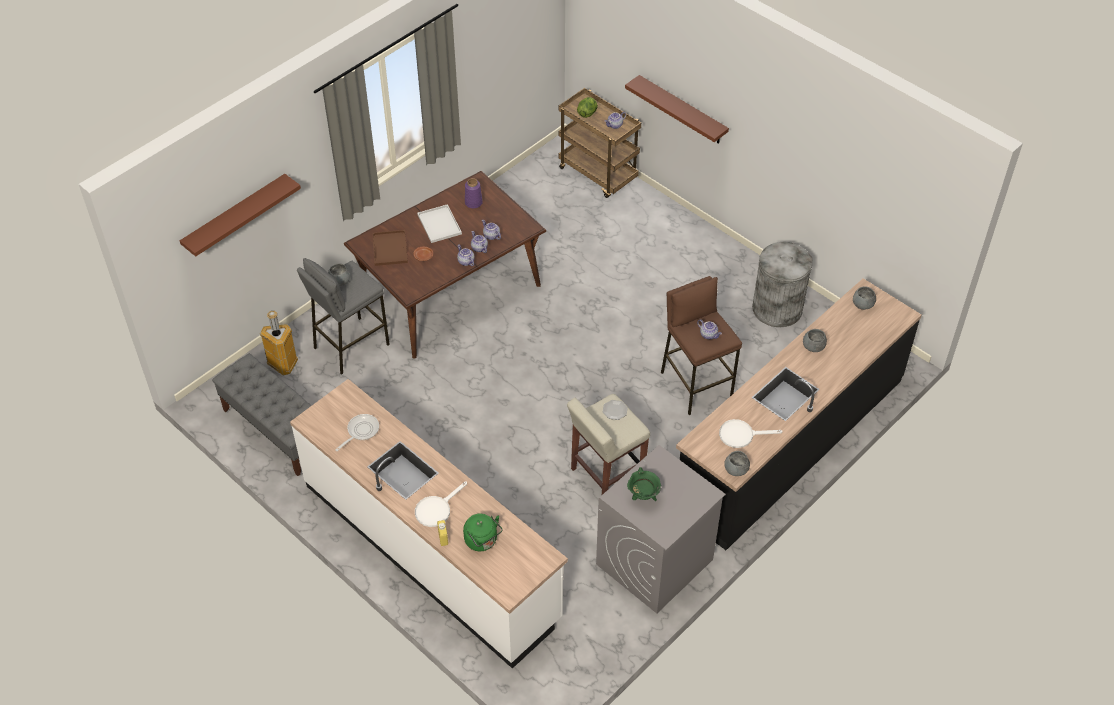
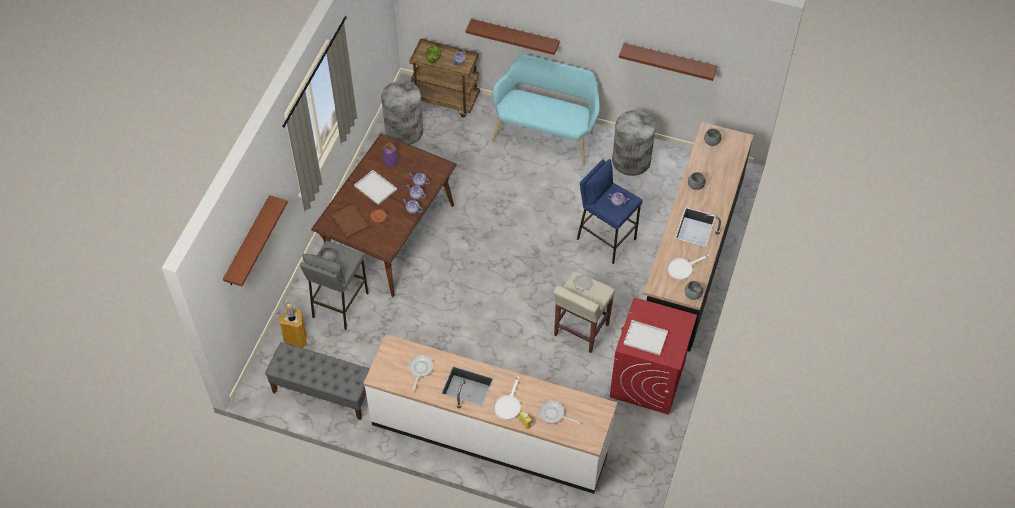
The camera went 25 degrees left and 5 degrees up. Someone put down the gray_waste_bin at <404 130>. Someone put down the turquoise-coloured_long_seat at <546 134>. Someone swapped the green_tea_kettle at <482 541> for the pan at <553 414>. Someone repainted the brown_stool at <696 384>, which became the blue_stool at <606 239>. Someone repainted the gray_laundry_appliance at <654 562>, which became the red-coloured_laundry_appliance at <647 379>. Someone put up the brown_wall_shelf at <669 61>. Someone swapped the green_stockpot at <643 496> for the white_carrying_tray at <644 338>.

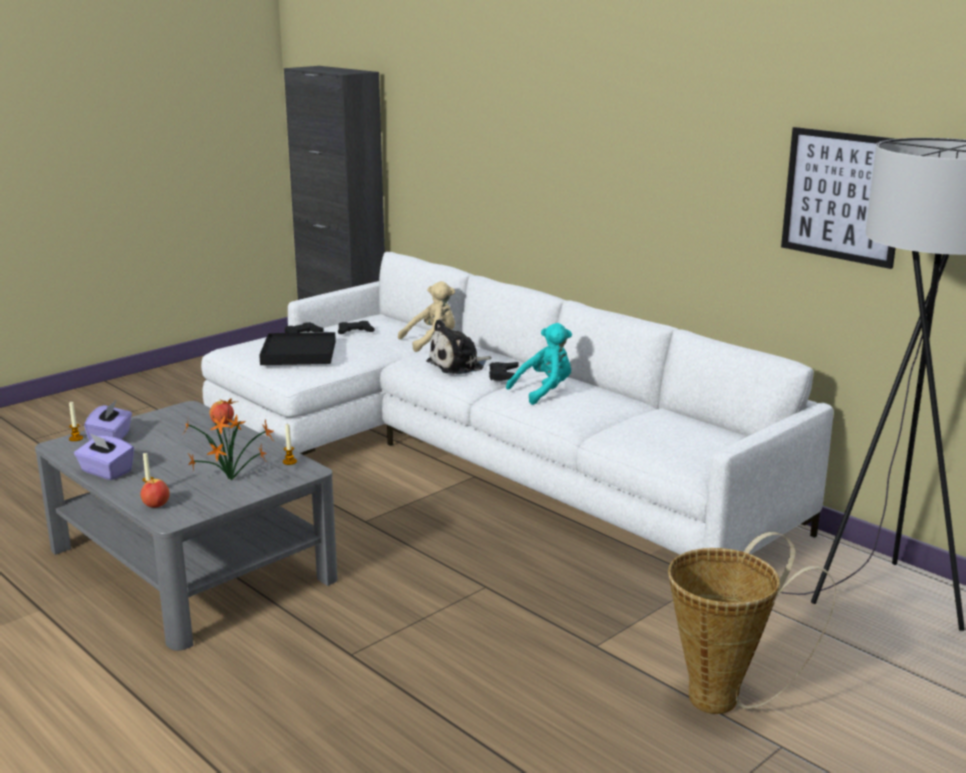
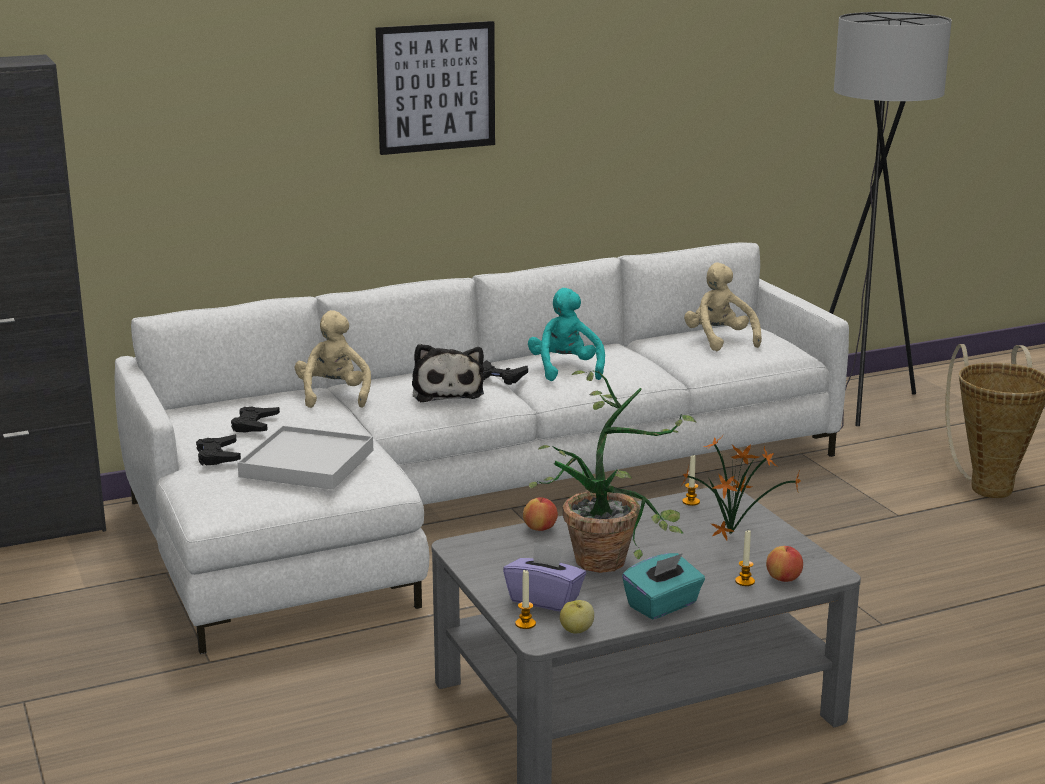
The camera went 70 degrees left and 0 degrees up. Someone repainted the black-coloured_carrying_tray at <299 353>, which became the white_carrying_tray at <307 463>. Someone carried the wall_picture from <842 196> to <436 87>. Someone put down the houseplant at <613 558>. Someone put down the apple_fruit at <576 631>. Someone repainted the purple-coloured_box_of_tissues at <106 472>, which became the turquoise-coloured_box_of_tissues at <663 605>. Someone put down the beige_soft_toy at <719 340>.

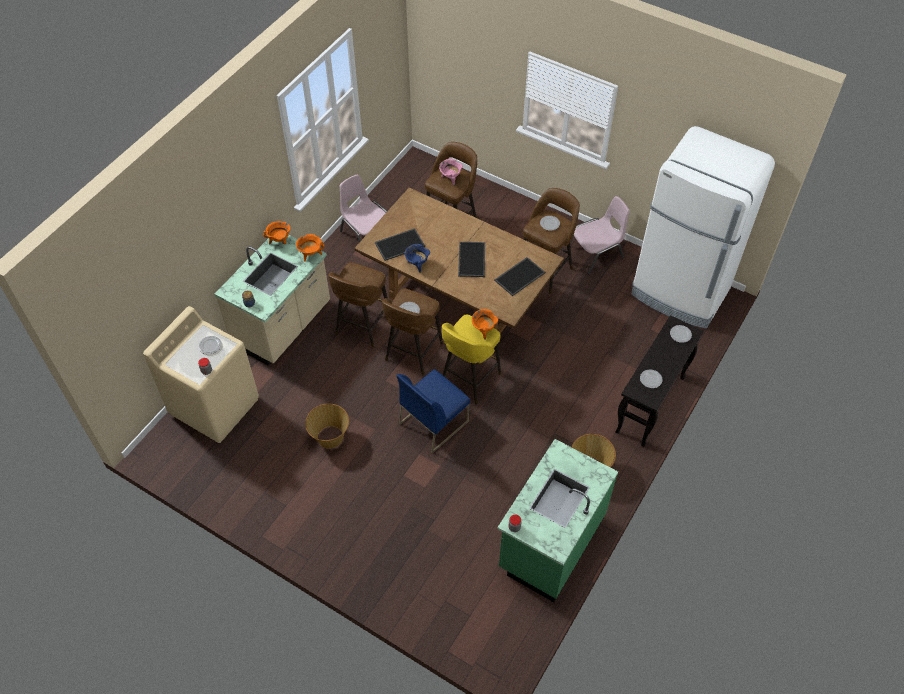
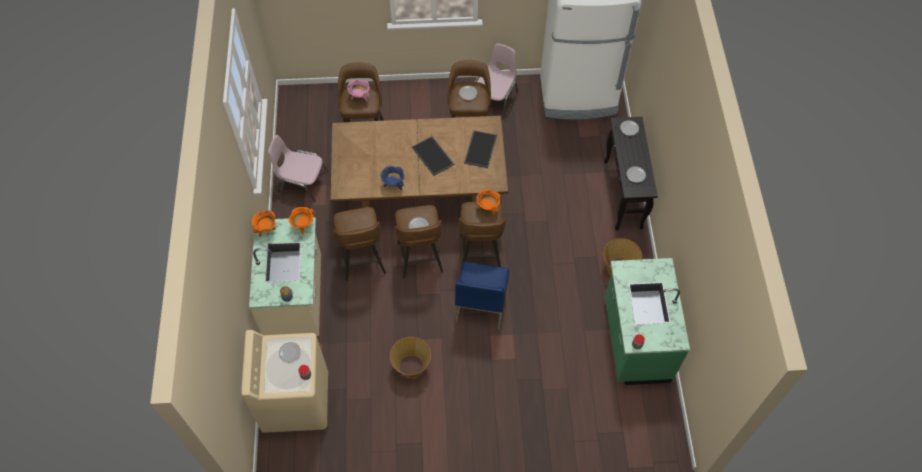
The camera went 35 degrees left and 5 degrees up. Someone repainted the yellowish_stool at <469 380>, which became the brown_stool at <480 254>. Someone took away the carrying_tray at <400 244>.

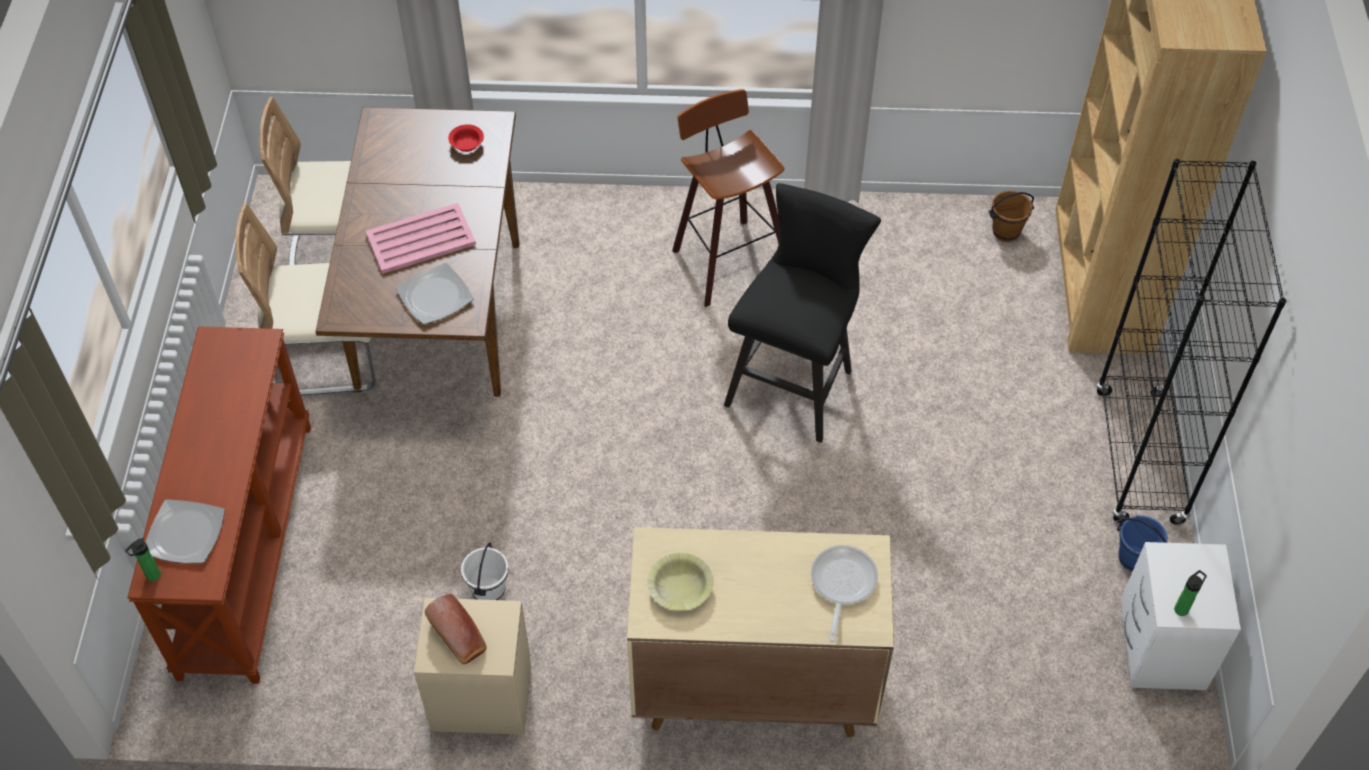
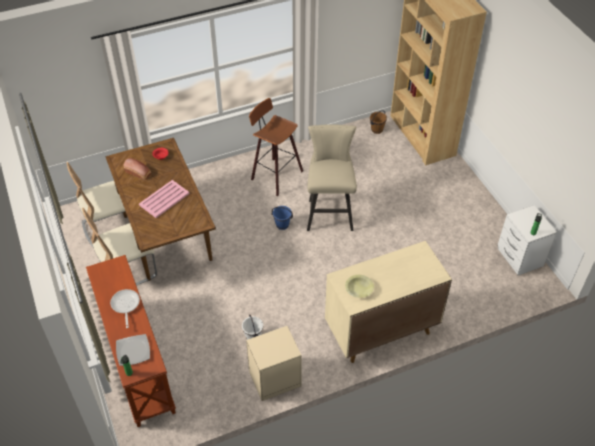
The camera went 25 degrees left and 5 degrees down. Someone carried the pan from <841 584> to <125 305>. Someone carried the bakery_bread from <459 638> to <139 173>. Someone carried the blue_pail from <1134 558> to <282 225>. Someone repainted the black-coloured_stool at <794 382>, which became the beige_stool at <329 212>. Someone took away the flat_dish at <435 295>. Someone took away the black-coloured_bookcase at <1138 457>.

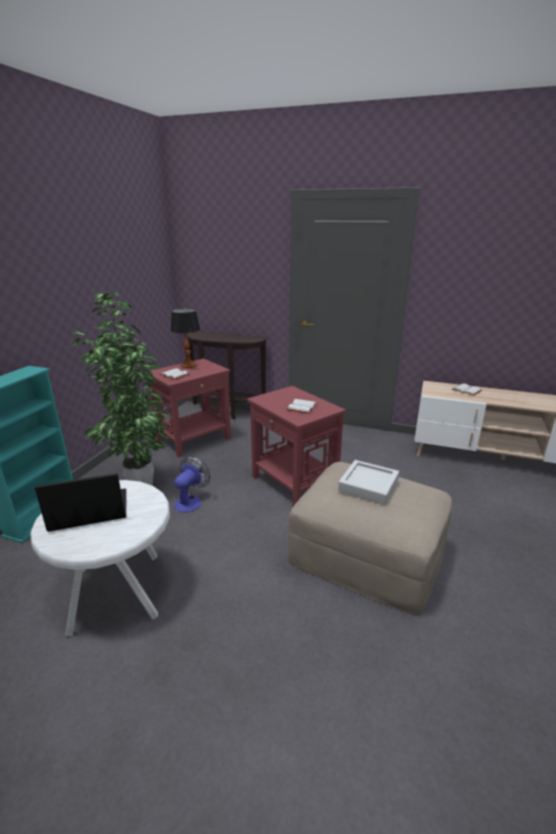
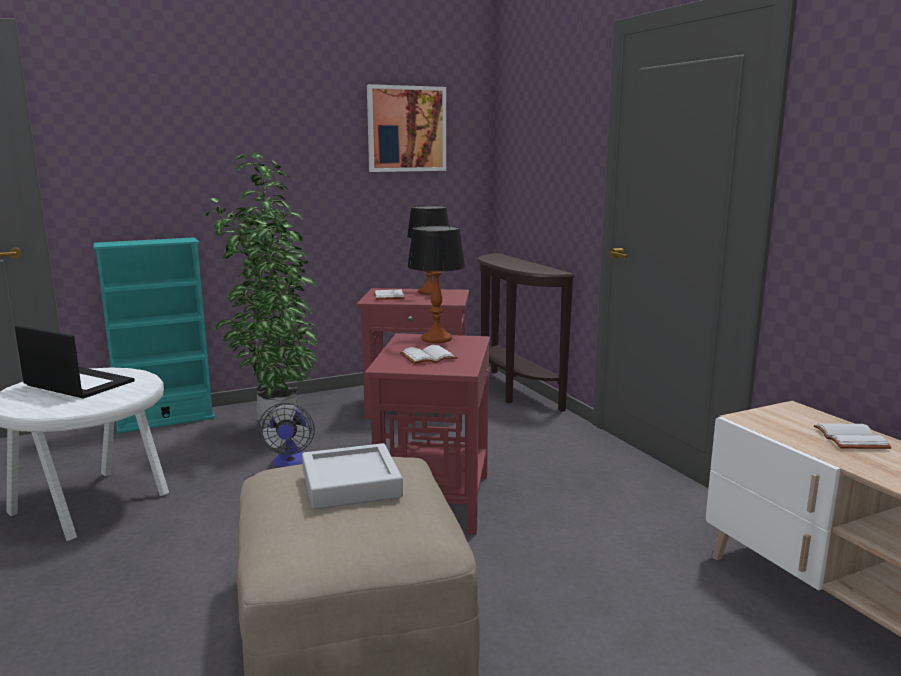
The camera went 45 degrees right and 10 degrees down. Someone rotated the electric_fan at <191 501> by 105 degrees clockwise. Someone put up the wall_picture at <406 129>. Someone put down the table_lamp at <437 339>.

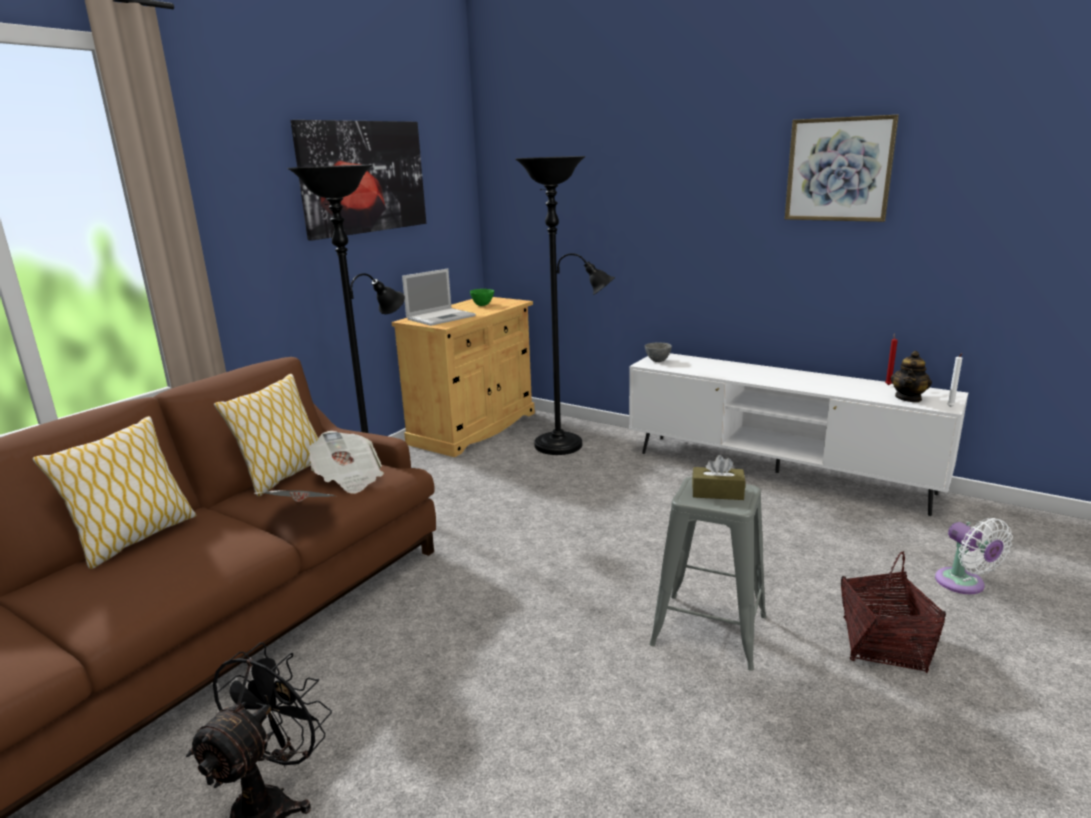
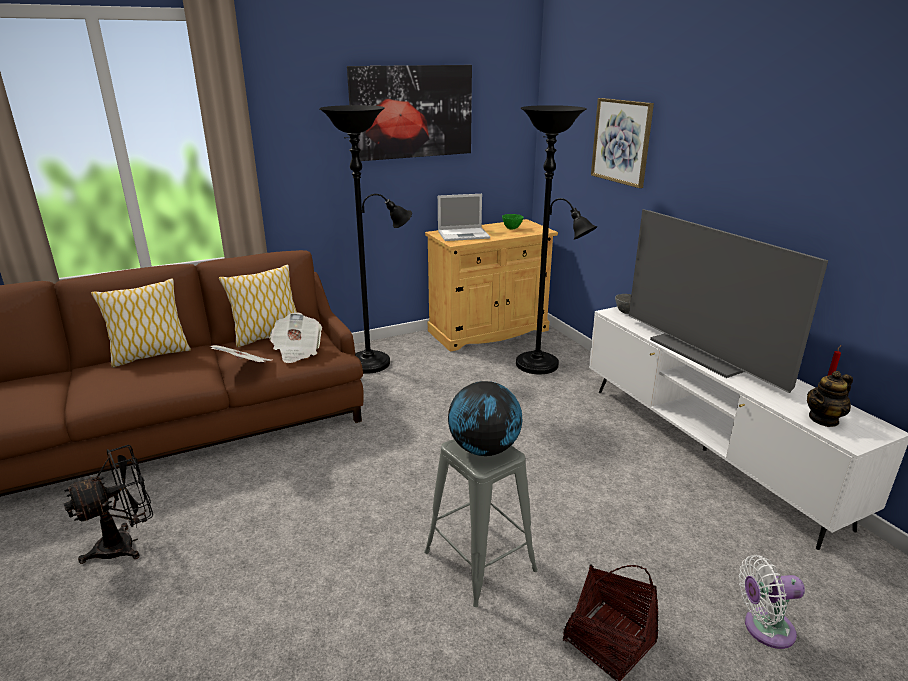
The camera went 30 degrees right and 5 degrees up. Someone swapped the brown_box_of_tissues at <717 493> for the world_globe at <484 449>. Someone carried the wall_picture from <839 169> to <621 141>. Someone put down the TV_set at <703 353>. Someone rotated the white_electric_fan at <963 584> by 75 degrees clockwise. Someone took away the white_wax_candle at <950 407>.

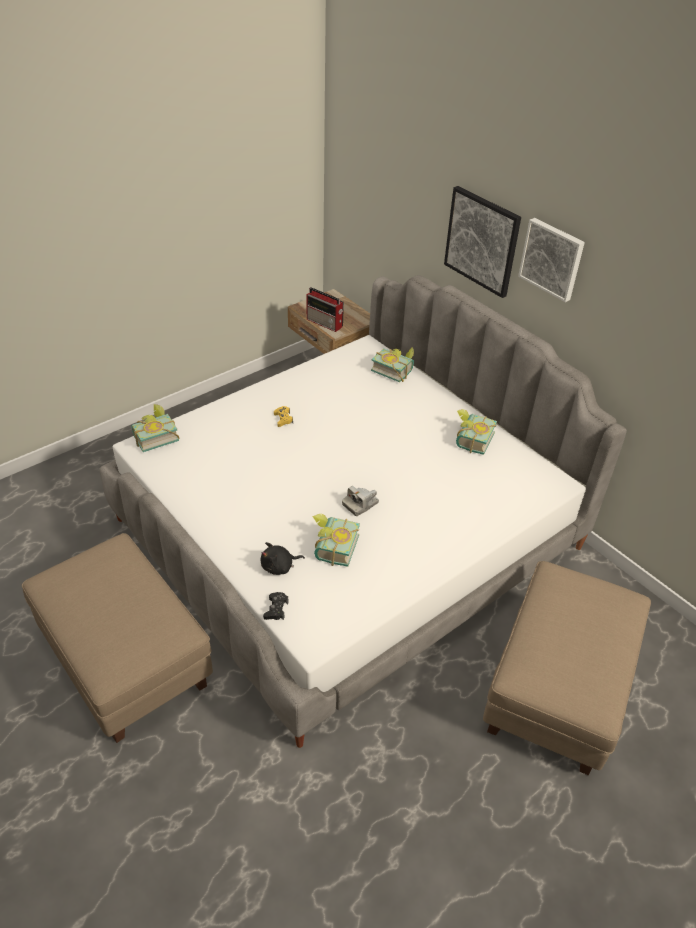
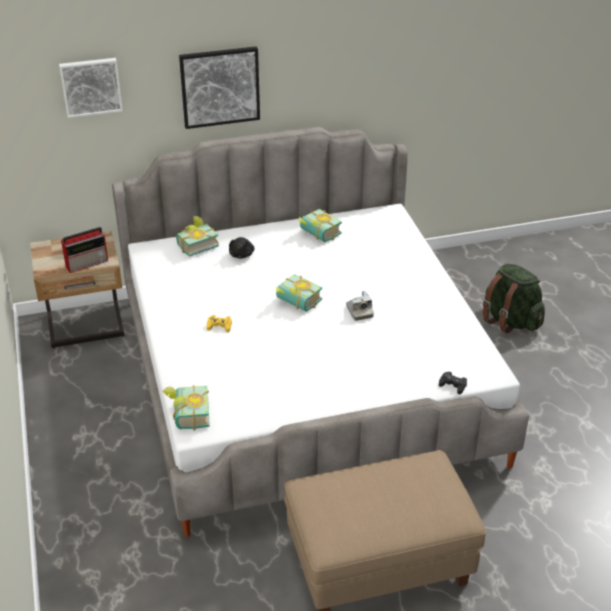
The camera went 65 degrees left and 5 degrees down. Someone carried the wall_picture from <552 259> to <91 86>. Someone carried the black-coloured_soft_toy from <279 566> to <242 254>. Someone carried the volume from <332 547> to <296 303>. Someone swapped the beige_pouffe at <556 688> for the green_backpack at <510 320>.

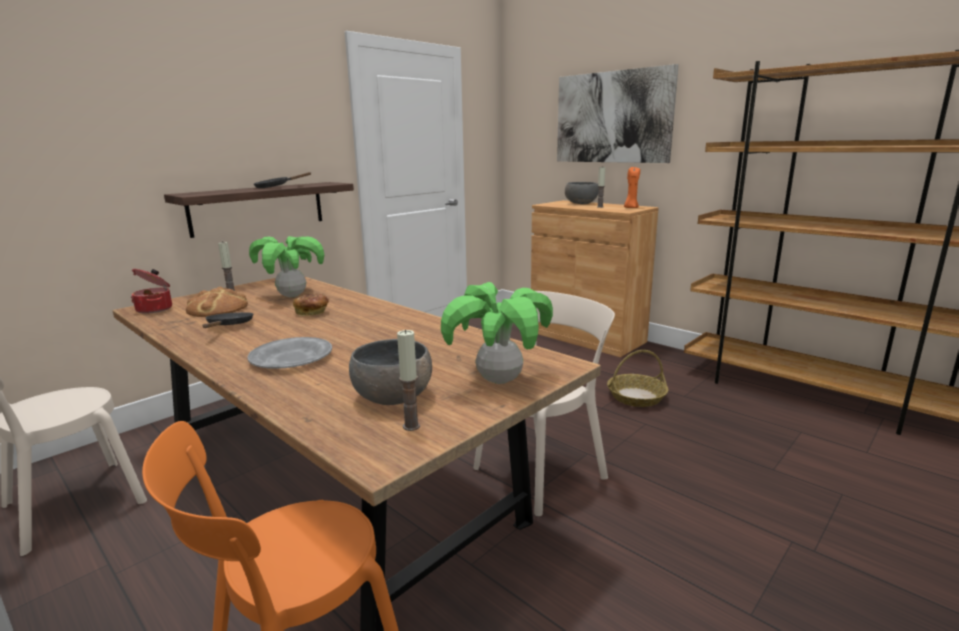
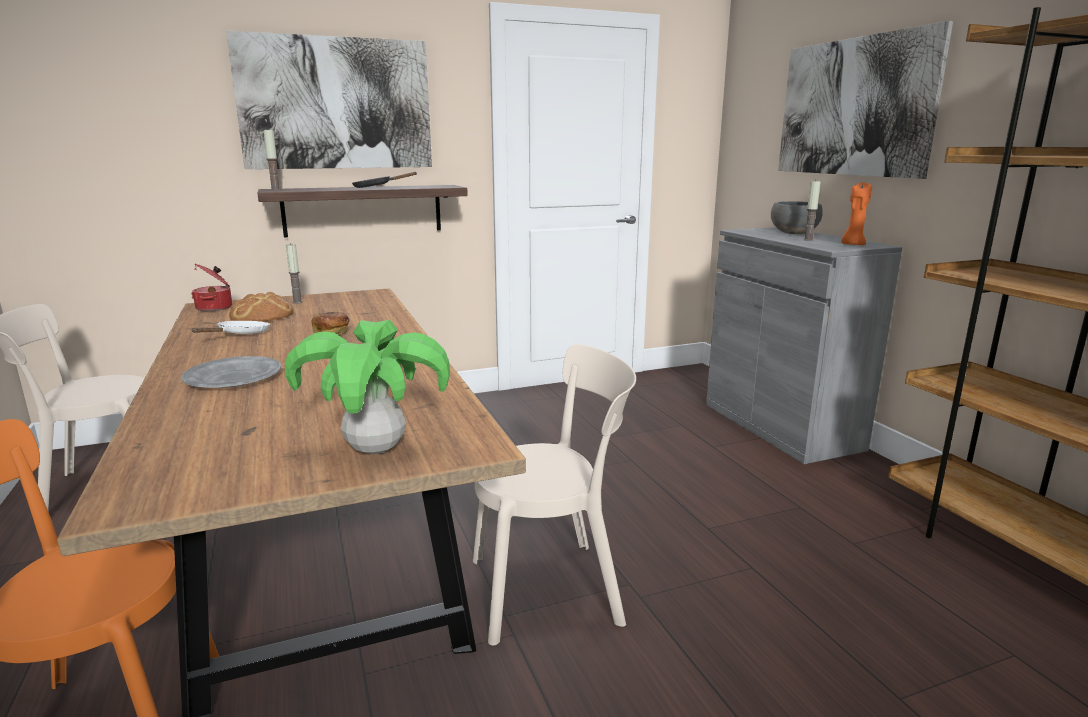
The camera went 25 degrees right and 0 degrees up. Someone repainted the black-coloured_pan at <229 326>, which became the white_pan at <240 335>. Someone put up the wall_picture at <336 104>. Someone carried the wax_candle from <411 426> to <275 190>. Someone repainted the brown_cupboard at <587 337>, which became the gray_cupboard at <780 426>. Someone took away the houseplant at <292 295>. Someone took away the gray_bowl at <393 397>. Someone took away the basket at <636 397>.

